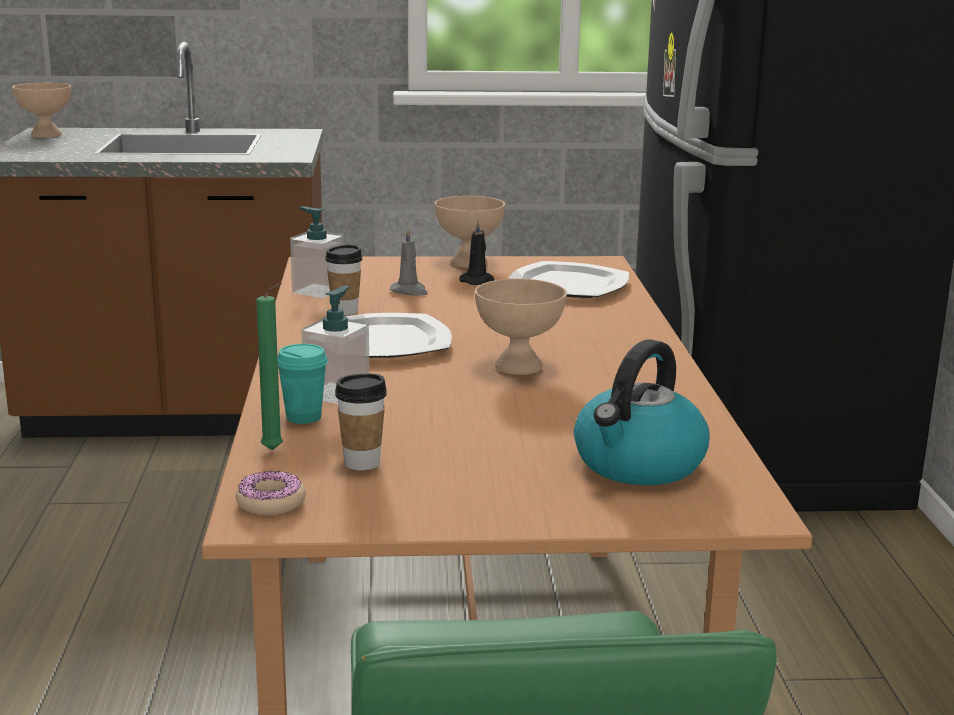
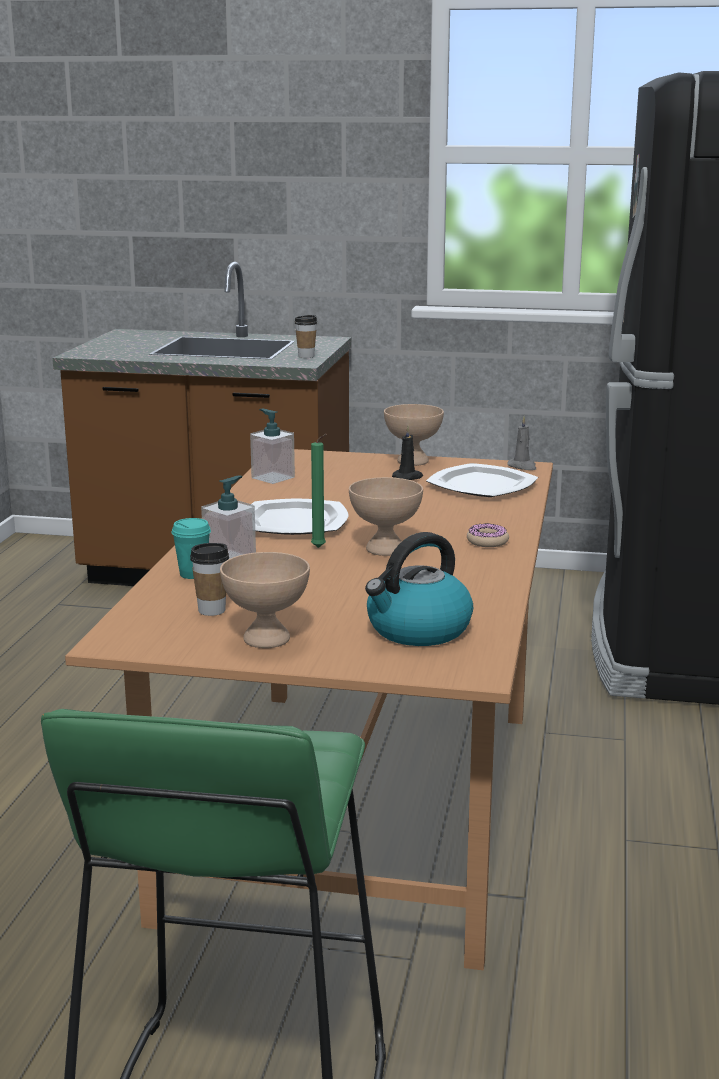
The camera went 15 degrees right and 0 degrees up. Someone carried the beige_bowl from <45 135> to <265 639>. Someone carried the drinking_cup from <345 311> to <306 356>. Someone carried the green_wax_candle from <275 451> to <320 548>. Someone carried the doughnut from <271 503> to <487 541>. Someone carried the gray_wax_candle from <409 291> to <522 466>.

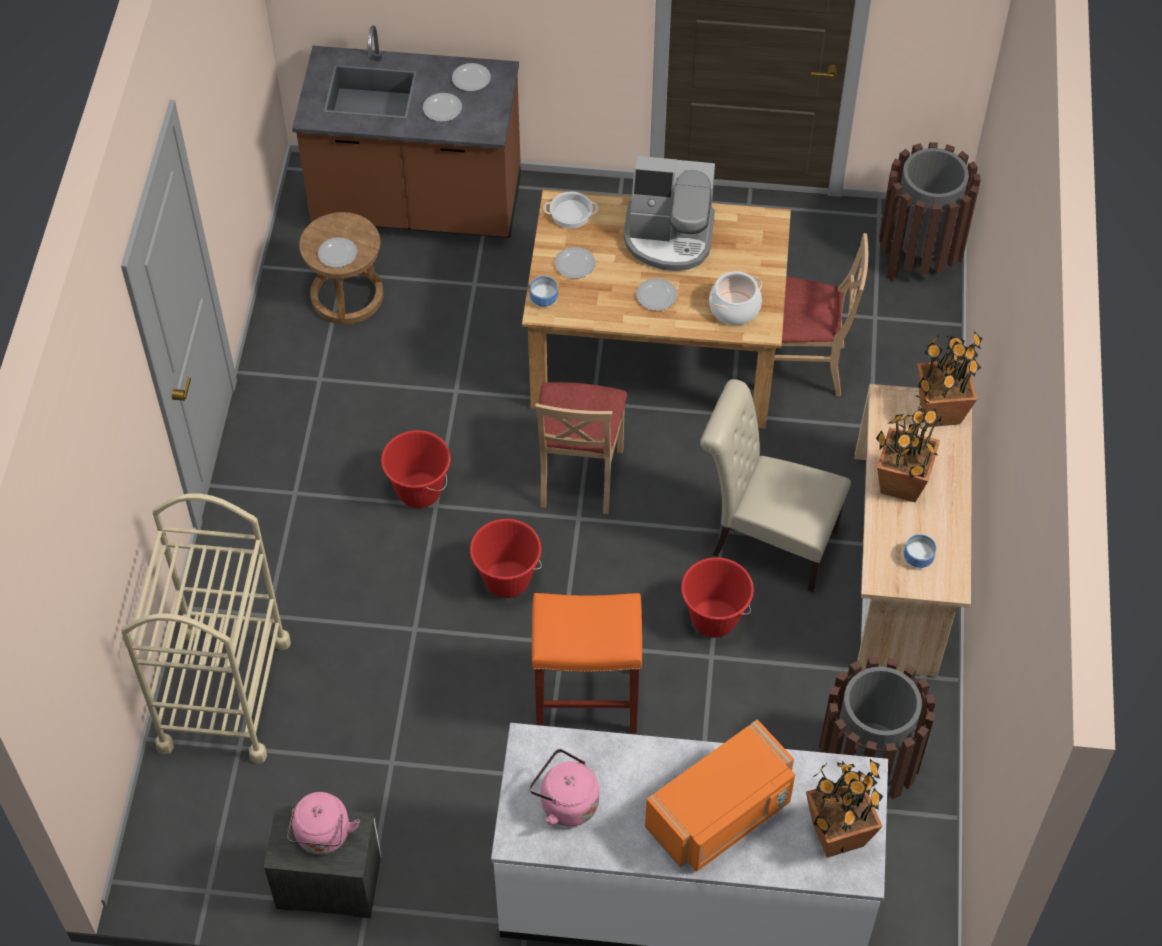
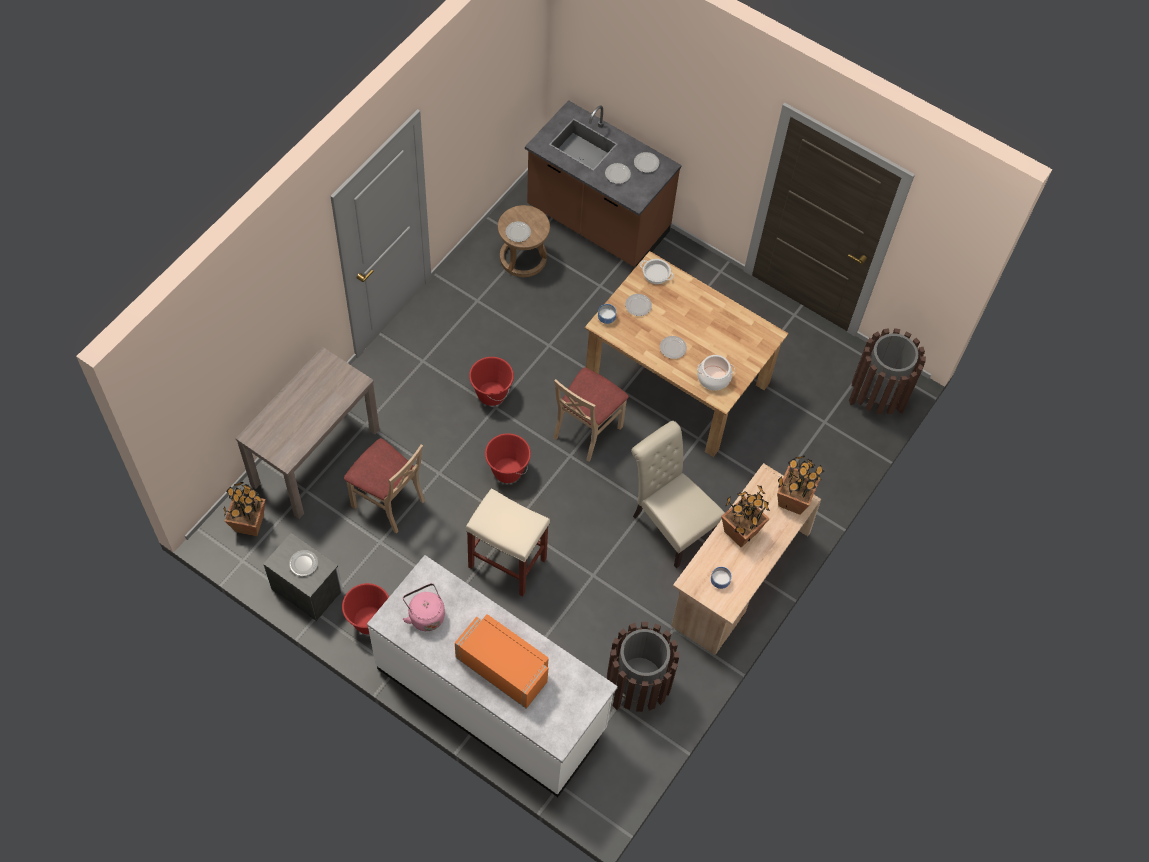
The camera went 25 degrees right and 5 degrees up. Someone carried the houseplant from <837 834> to <249 524>. Someone swapped the beige_wheeled_cart at <224 694> for the brown_hall_table at <316 456>. Someone swapped the pinkish_tea_kettle at <323 837> for the flat_dish at <303 564>. Someone carried the red-coloured_pail from <713 619> to <369 620>. Someone carried the beige_upright_chair from <802 366> to <389 502>. Someone rotated the orange_microwave at <721 815> by 135 degrees counterclockwise. Someone repainted the orange_stool at <585 700>, which became the beige_stool at <506 563>. Someone took away the coffee_brewer at <669 237>.

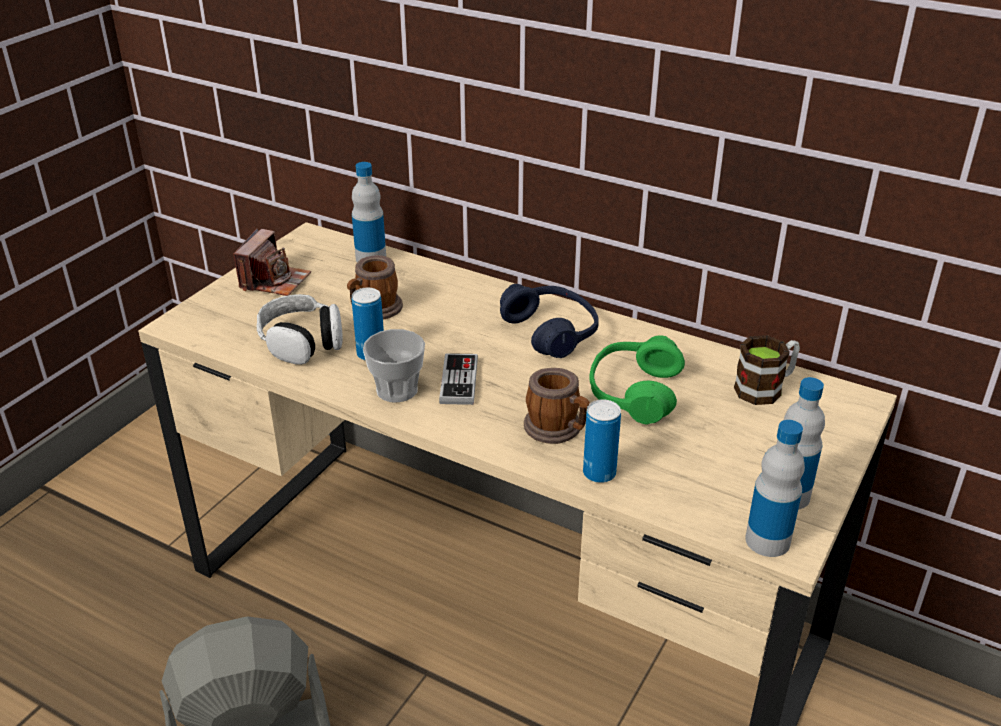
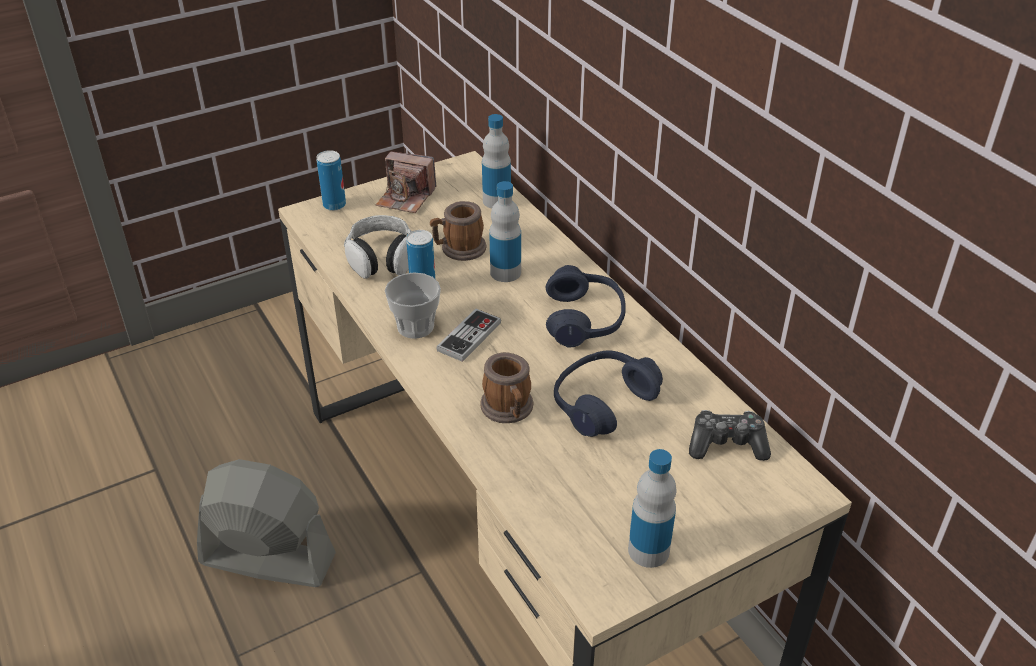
The camera went 30 degrees right and 5 degrees up. Someone carried the metal_can from <599 473> to <334 205>. Someone rotated the photo_camera at <274 281> by 60 degrees clockwise. Someone carried the beverage_bottle from <767 541> to <505 272>. Someone repainted the green_pair_of_headphones at <633 393>, which became the blue_pair_of_headphones at <603 402>. Someone swapped the coffee_mug at <765 388> for the game_controller at <727 444>.

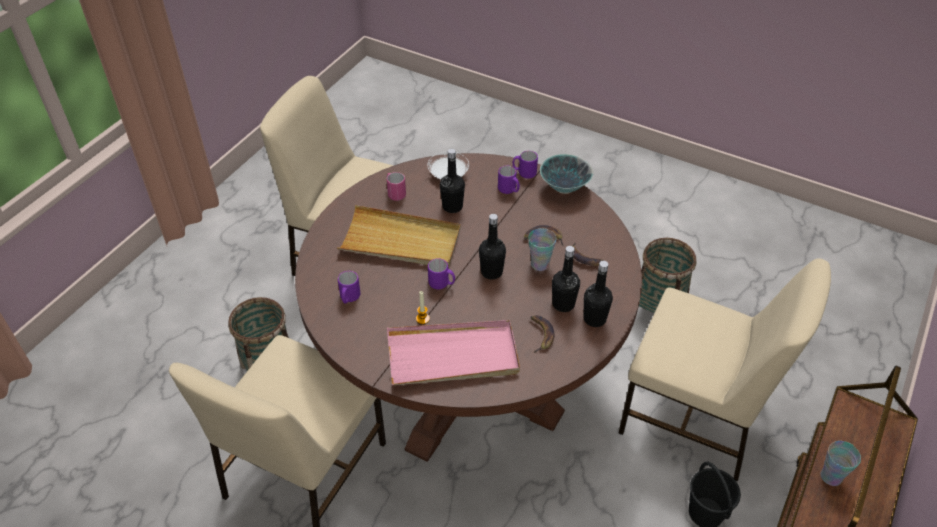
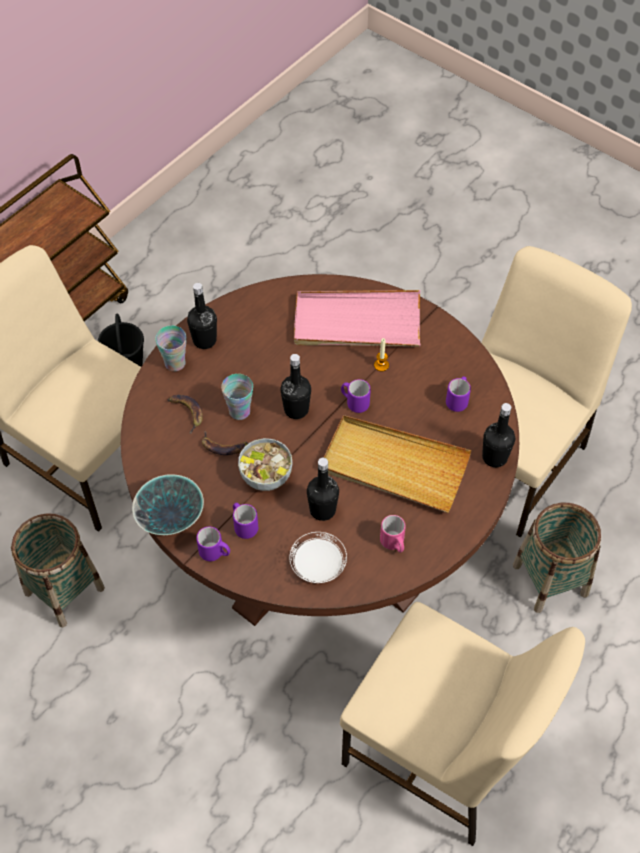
The camera went 170 degrees left and 10 degrees up. Someone carried the drinking_cup from <831 476> to <175 363>. Someone put down the bowl at <266 476>. Someone carried the black-coloured_beverage_bottle from <563 304> to <494 457>. Someone took away the whole_banana at <541 334>.

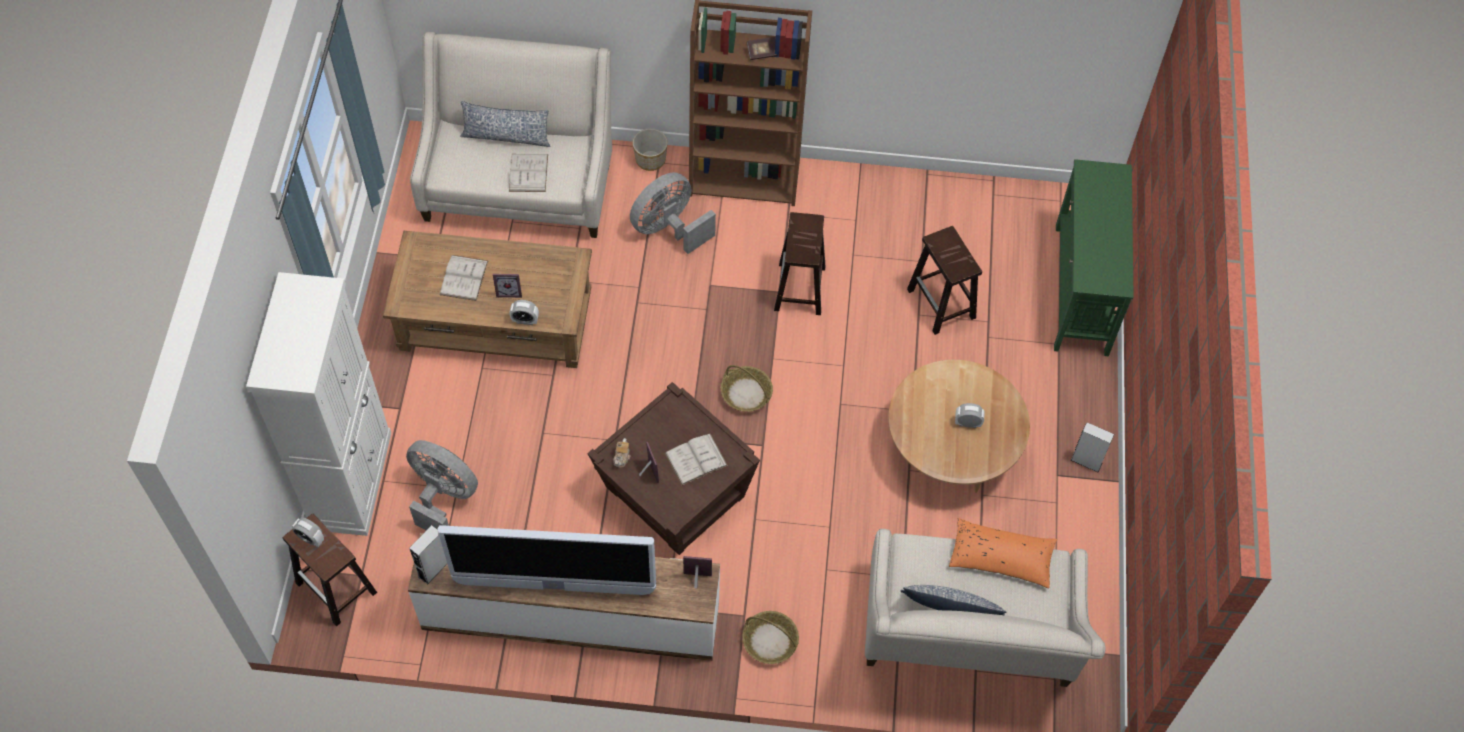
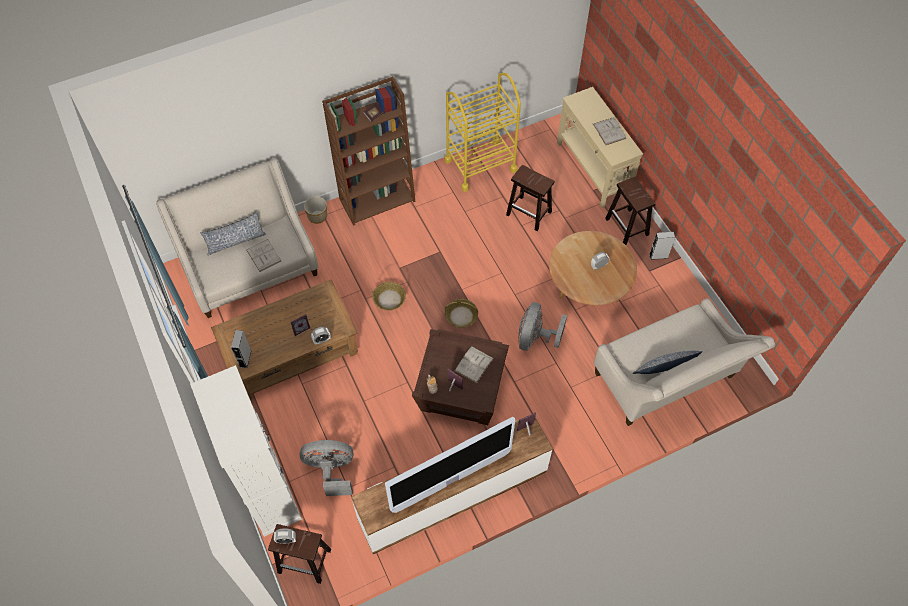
The camera went 30 degrees left and 0 degrees up. Someone carried the gray_loudspeaker from <434 568> to <245 358>. Someone carried the basket from <769 641> to <389 299>. Someone put down the yellowish_wheeled_cart at <480 165>. Someone carried the gray_electric_fan from <669 229> to <535 338>. Someone repainted the green_hall_table at <1080 290>, which became the beige_hall_table at <593 169>. Someone carried the white_volume from <464 277> to <609 131>. Someone carried the brown_stool from <800 289> to <627 227>. Someone took away the orange_pillow at <1001 558>.

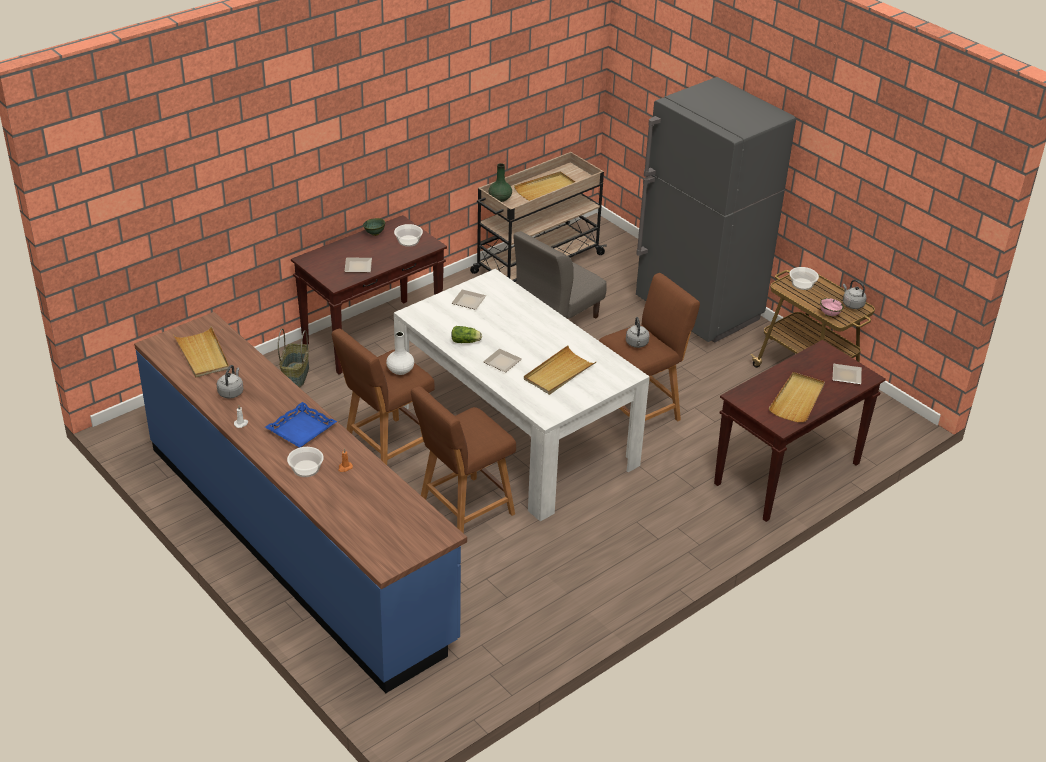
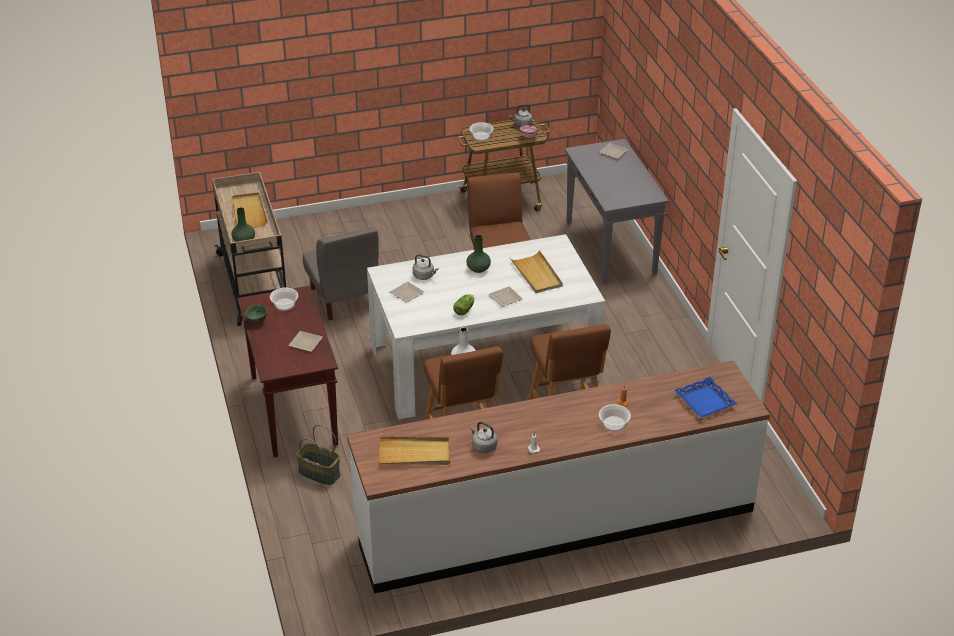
The camera went 65 degrees left and 0 degrees up. Someone repainted the blue_kitchen_base_unit at <297 541>, which became the white_kitchen_base_unit at <555 522>. Someone carried the gray_tea_kettle from <637 344> to <424 276>. Someone put down the green_vase at <478 269>. Someone repainted the brown_hall_table at <787 475>, which became the gray_hall_table at <611 249>. Someone carried the blue_carrying_tray from <301 430> to <705 401>. Someone took away the gray_fridge at <698 312>. Someone took away the beige_carrying_tray at <797 399>.

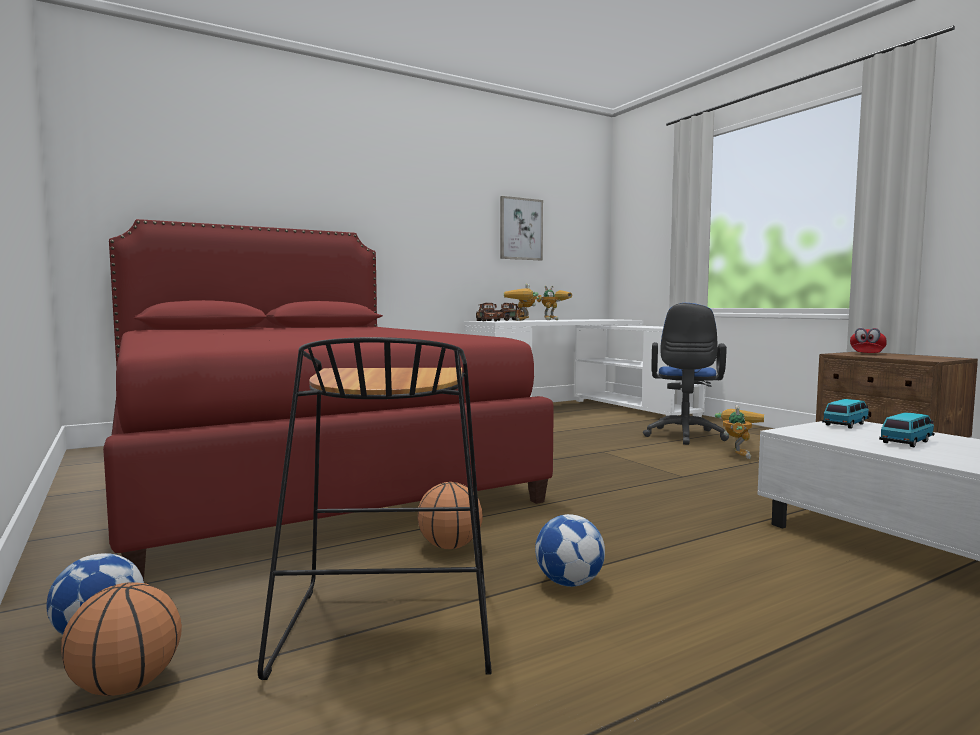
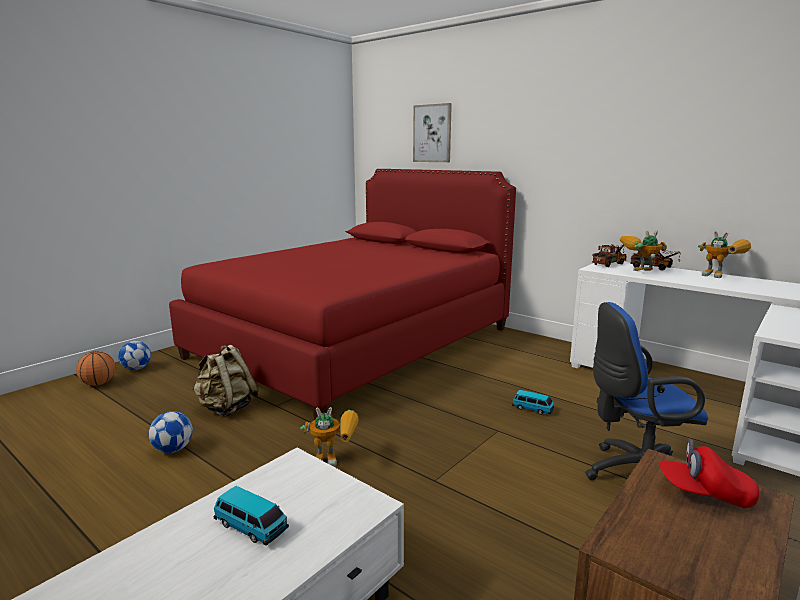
The camera went 70 degrees right and 10 degrees up. Someone swapped the ball_for_basketball at <450 546> for the beige_backpack at <226 408>. Someone carried the robot_figure from <737 454> to <335 459>. Someone carried the wall_picture from <520 229> to <432 133>. Someone carried the toy_car from <845 424> to <532 409>. Someone took away the black-coloured_stool at <386 625>.

